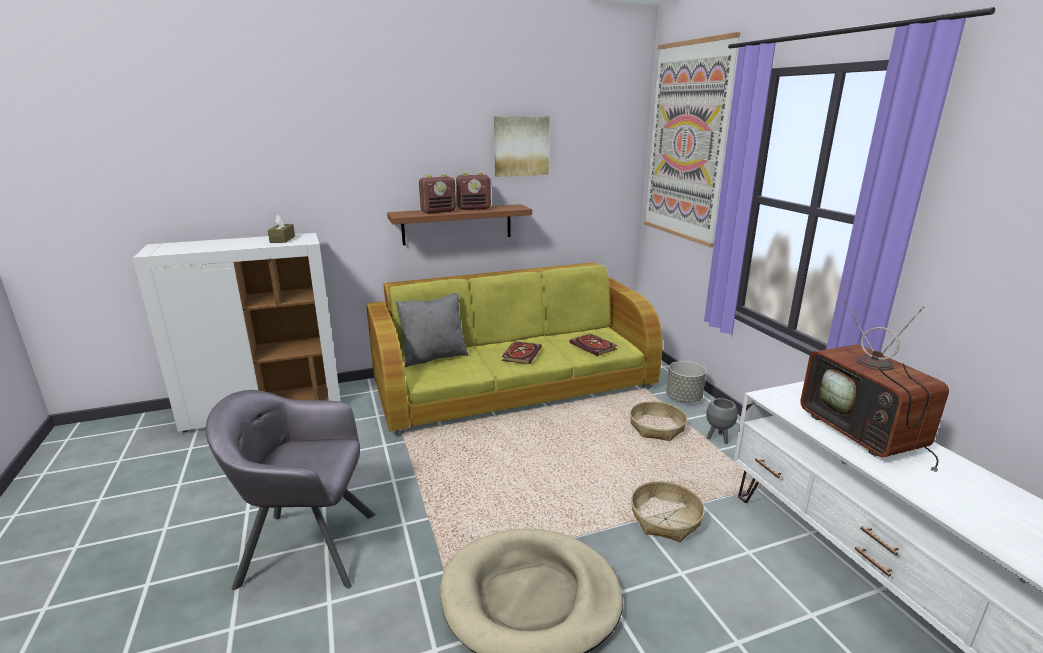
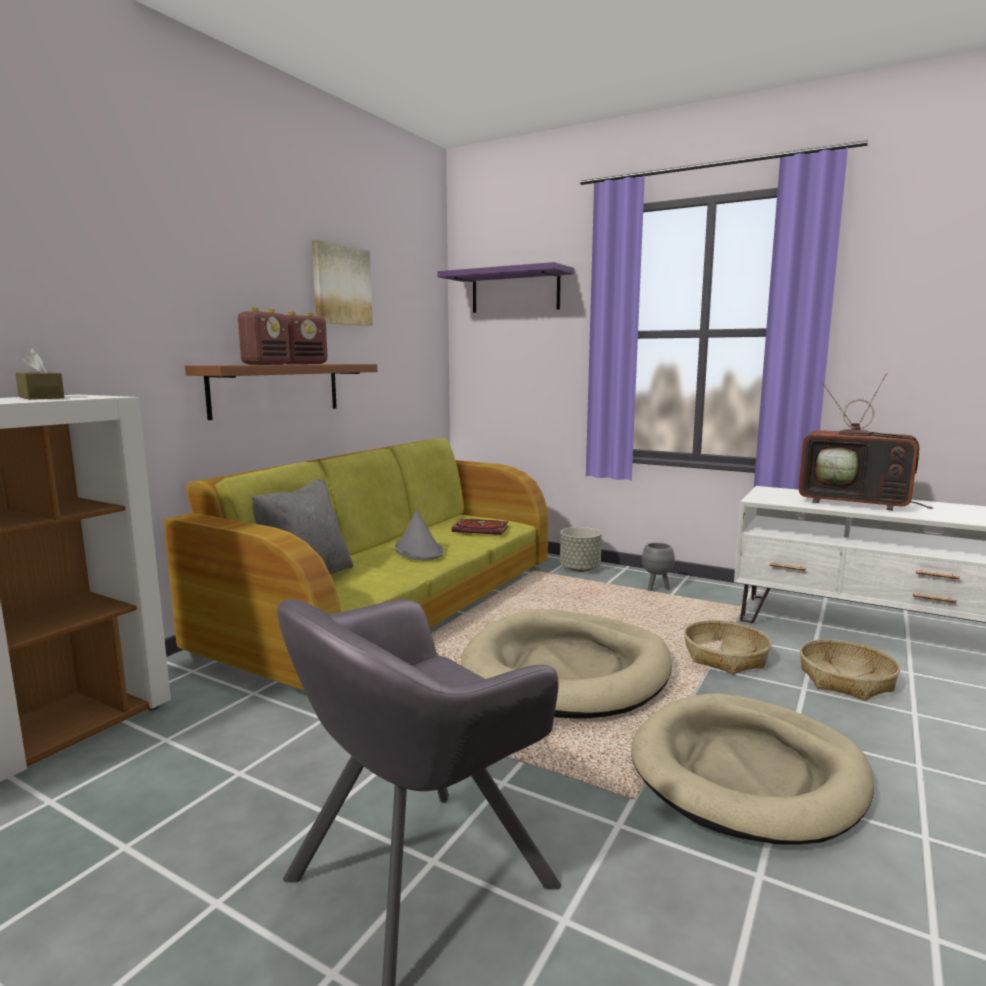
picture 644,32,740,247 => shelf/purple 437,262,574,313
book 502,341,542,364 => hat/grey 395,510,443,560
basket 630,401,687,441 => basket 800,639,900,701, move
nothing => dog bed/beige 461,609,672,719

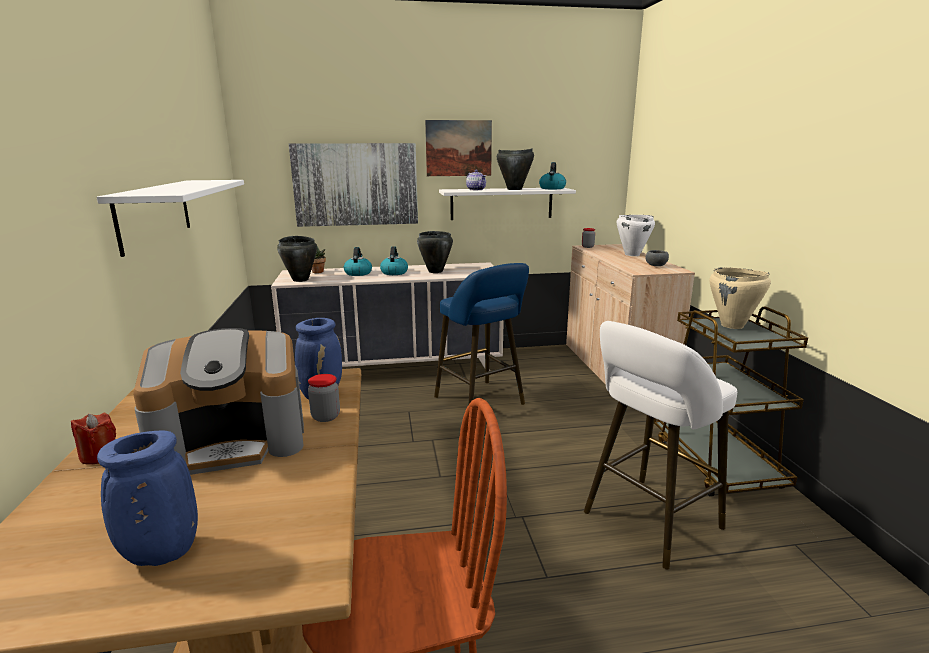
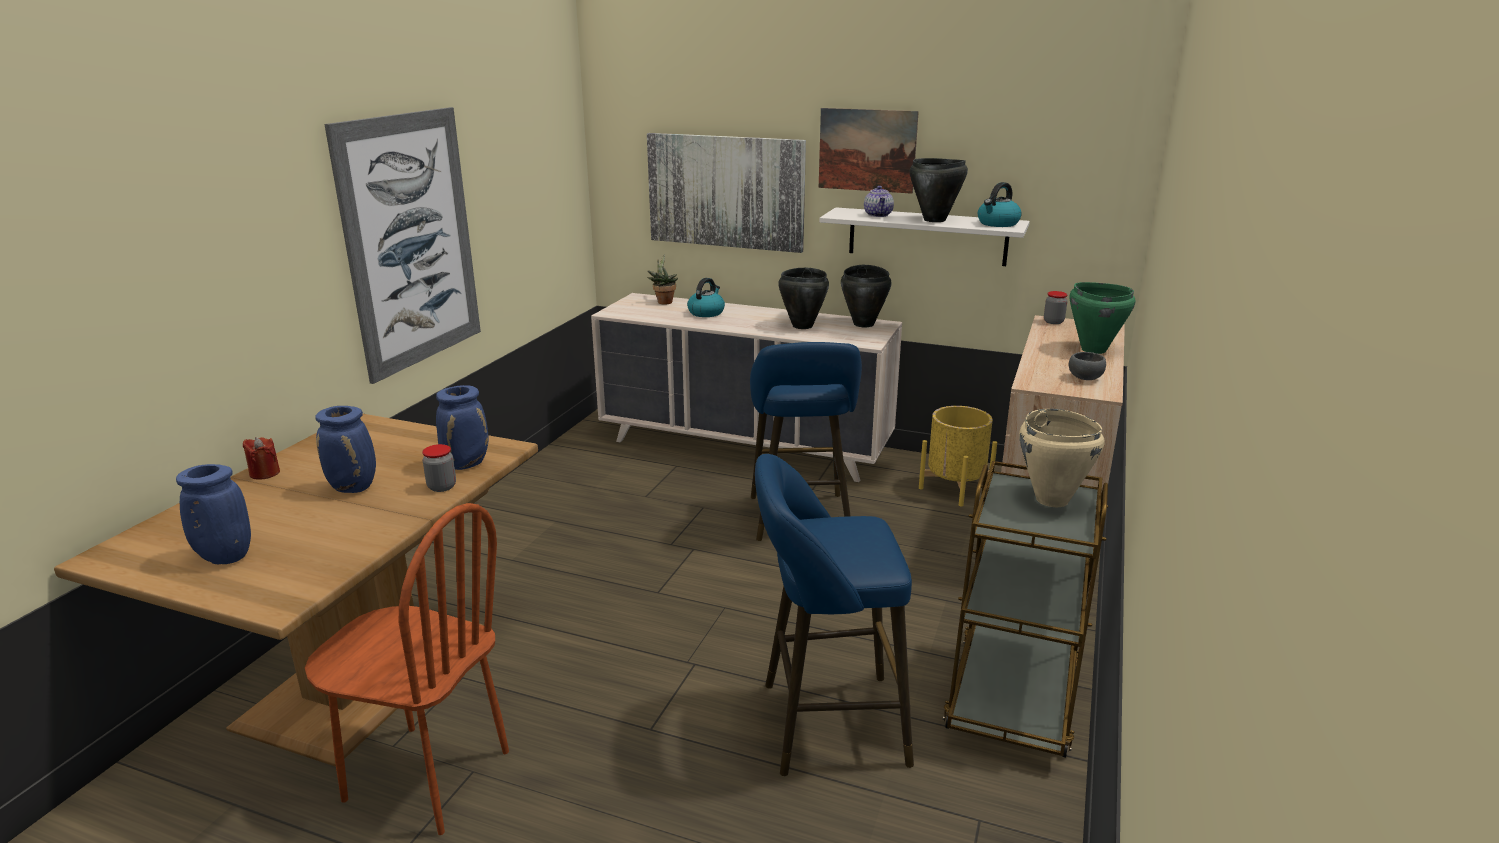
shelf/white 97,180,244,257 => picture 324,107,481,384
cooking pot/white 617,215,655,256 => cooking pot/green 1070,282,1135,354
cooking pot/black 277,236,317,282 => cooking pot/black 841,265,891,327, move
kettle 380,246,408,275 => nothing
stool/white 584,321,737,569 => stool/blue 755,454,914,776
coffee machine 133,328,304,475 => vase/blue 315,406,376,493
nothing => planter/yellow 919,406,997,507

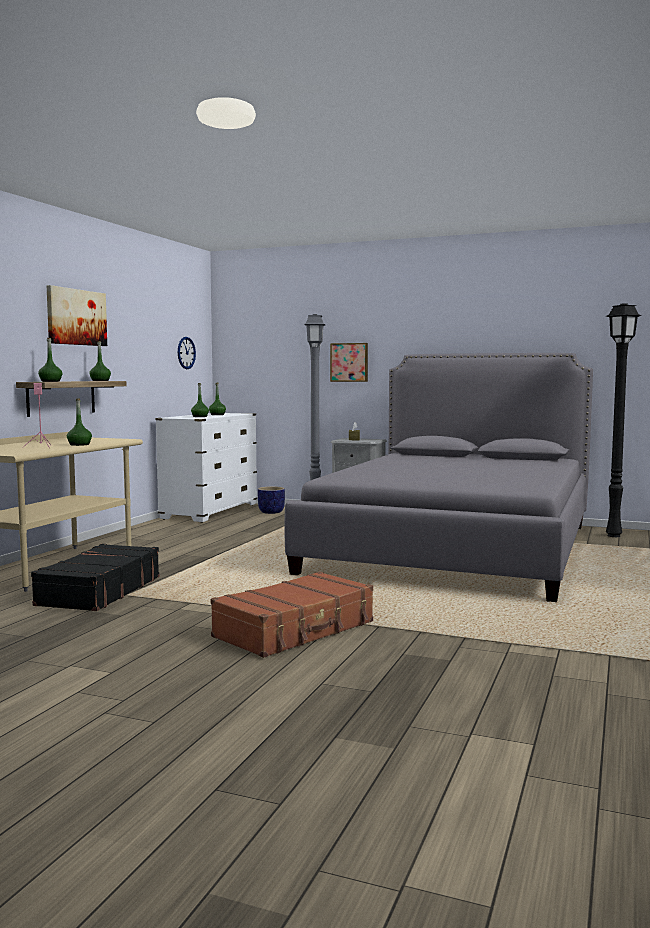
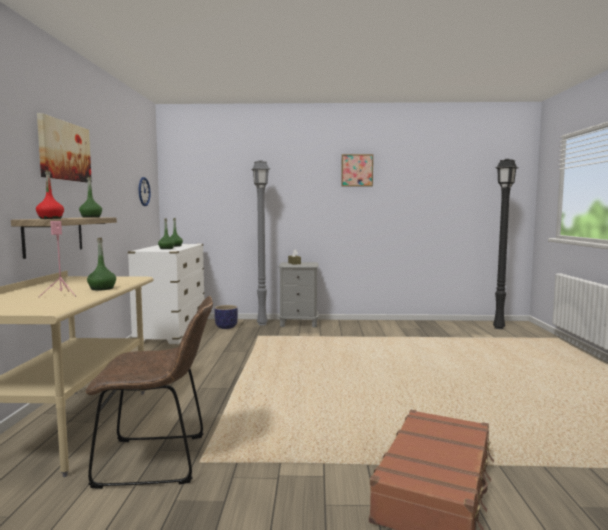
bottle/green 38,338,62,382 => bottle/red 36,170,64,219
picture 330,343,368,382 => picture 341,154,373,186, move
bed/grey 284,353,593,602 => nothing
suitcase/black 31,544,160,611 => chair/brown 86,296,213,489

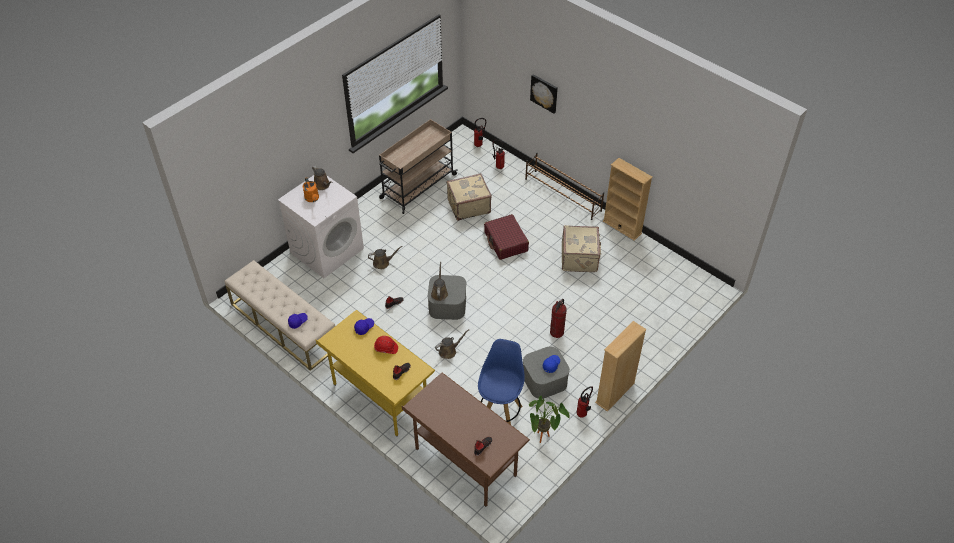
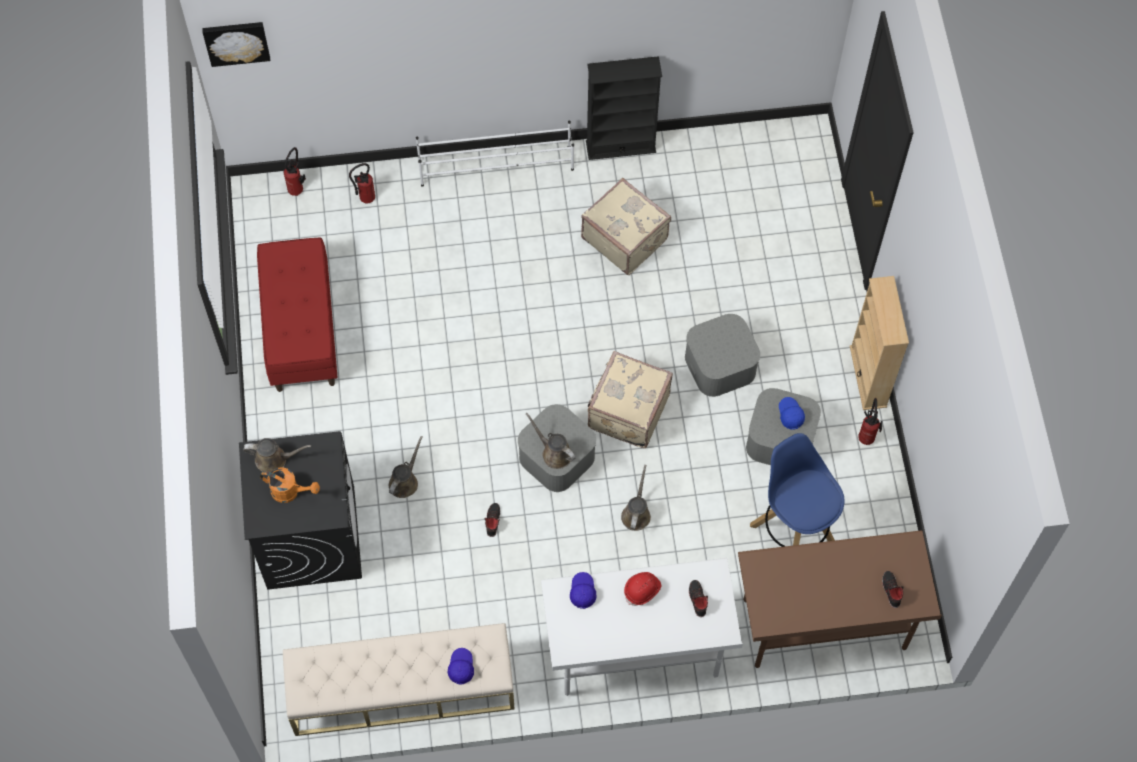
picture 530,74,558,114 => picture 202,22,270,67, move
cart/beige 379,119,458,214 => bench/red 257,238,338,392
shoe rack/brown 525,153,604,220 => shoe rack/white 416,121,574,187
bookcase/beige 603,158,653,241 => bookcase/black 586,56,662,160
suitcase/beige 447,173,492,221 => suitcase/beige 588,351,673,448, move
washing machine/white 278,175,364,278 => washing machine/black 239,431,362,590
suitcase/red 484,214,529,260 => nothing
fire extinguisher 550,299,567,338 => storage box/grey 685,314,760,397
desk/yellow 316,310,435,437 => desk/white 541,558,743,696
potted plant 529,396,570,443 => nothing

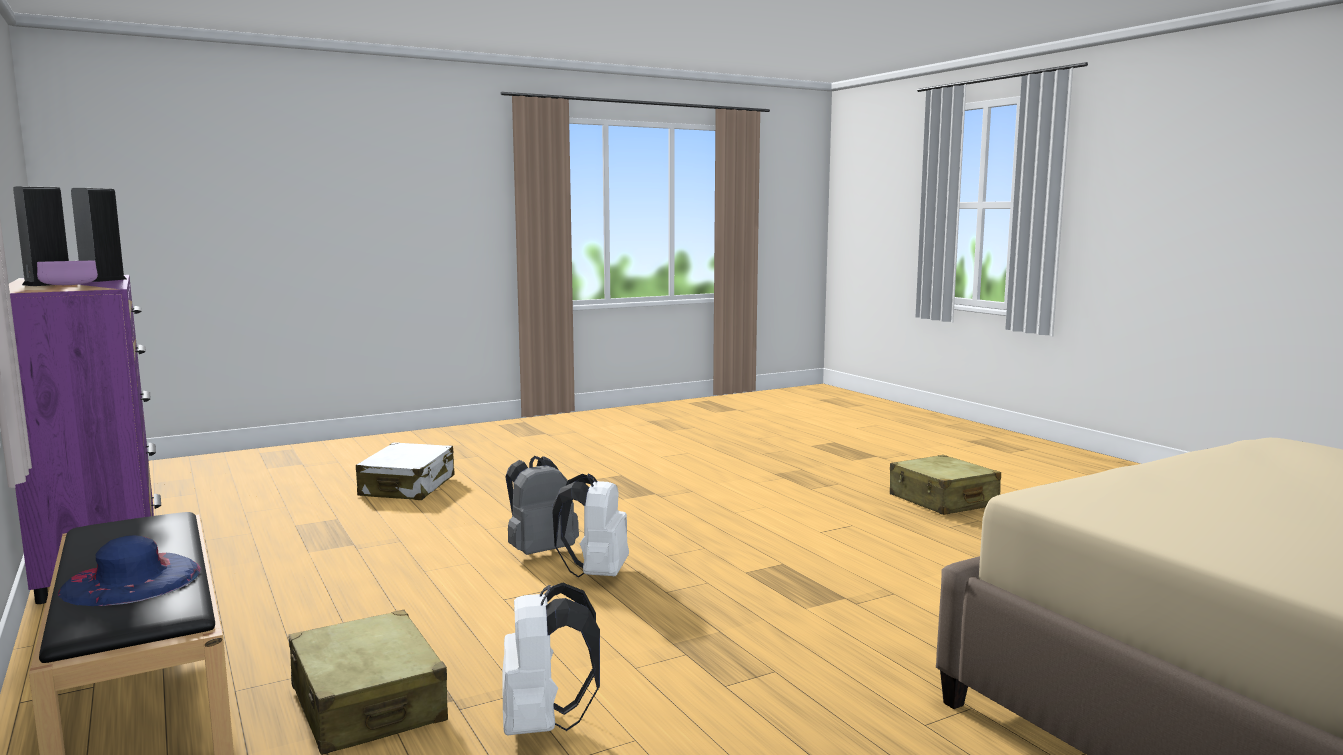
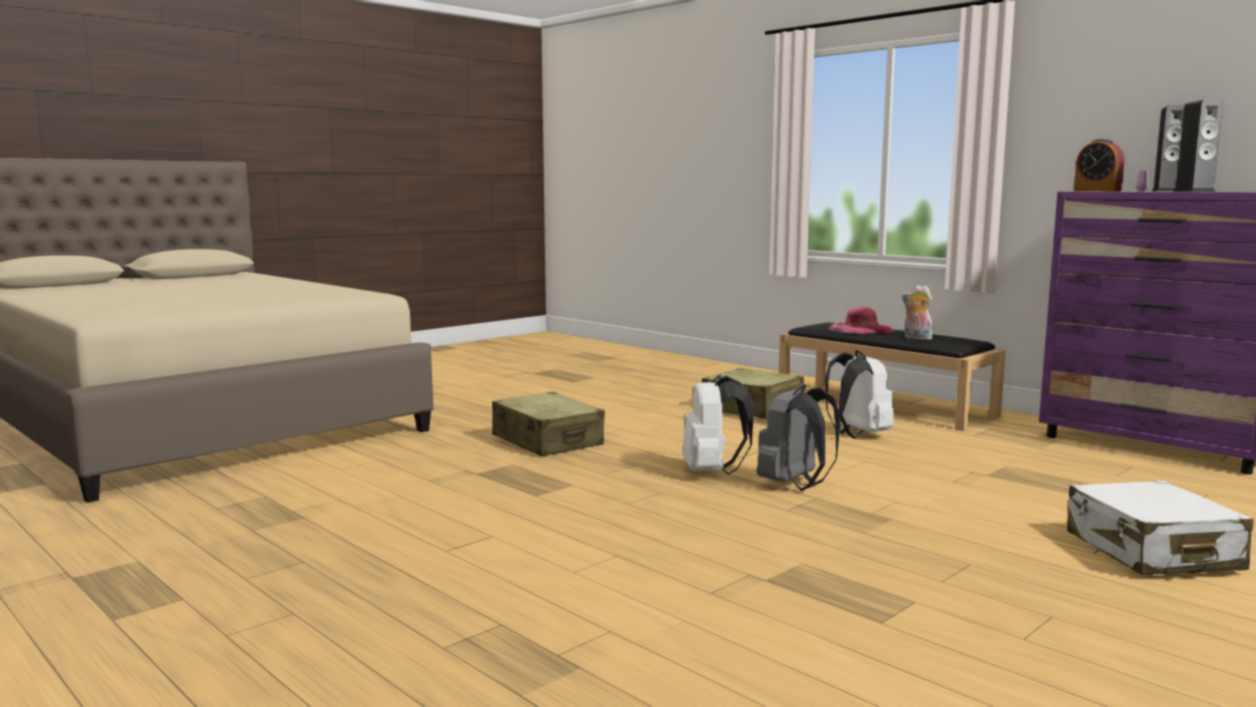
suitcase/beige 890,455,1001,515 => suitcase/beige 492,392,605,456, move
hat/blue 58,535,201,606 => hat/pink 829,307,895,335
backpack/white 502,583,600,735 => backpack/white 825,350,894,439, move
nothing => alarm clock 1074,139,1125,191
nothing => plush toy 902,285,933,340

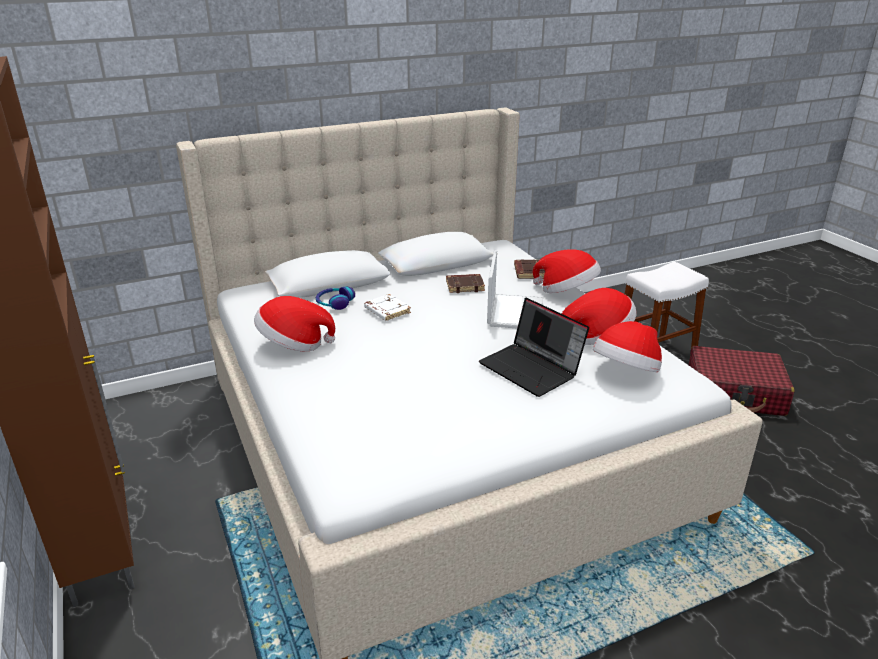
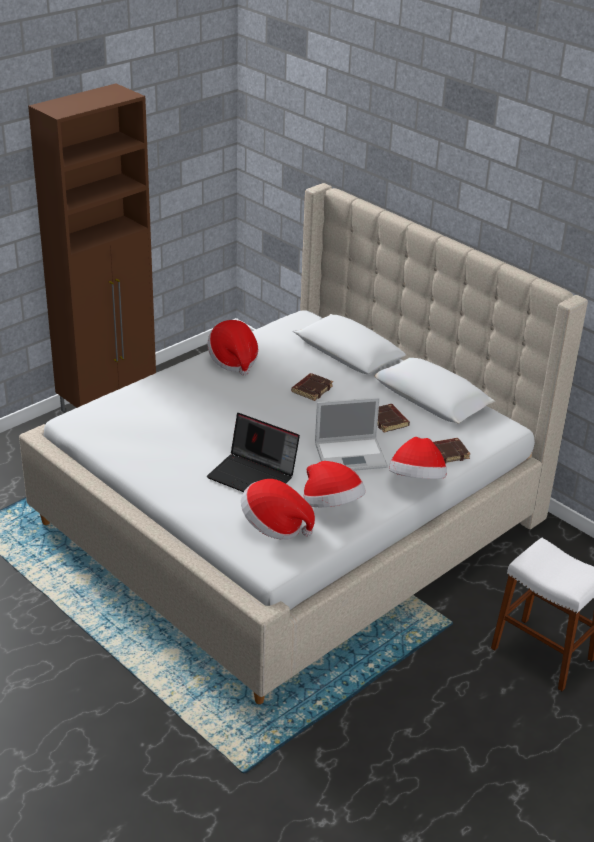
headphones 316,286,355,310 => nothing
book/white 364,294,411,321 => book/brown 291,373,333,401
laptop 479,298,589,397 => laptop 207,413,300,492, 90 degrees counterclockwise
suitcase/red 689,346,795,416 => nothing

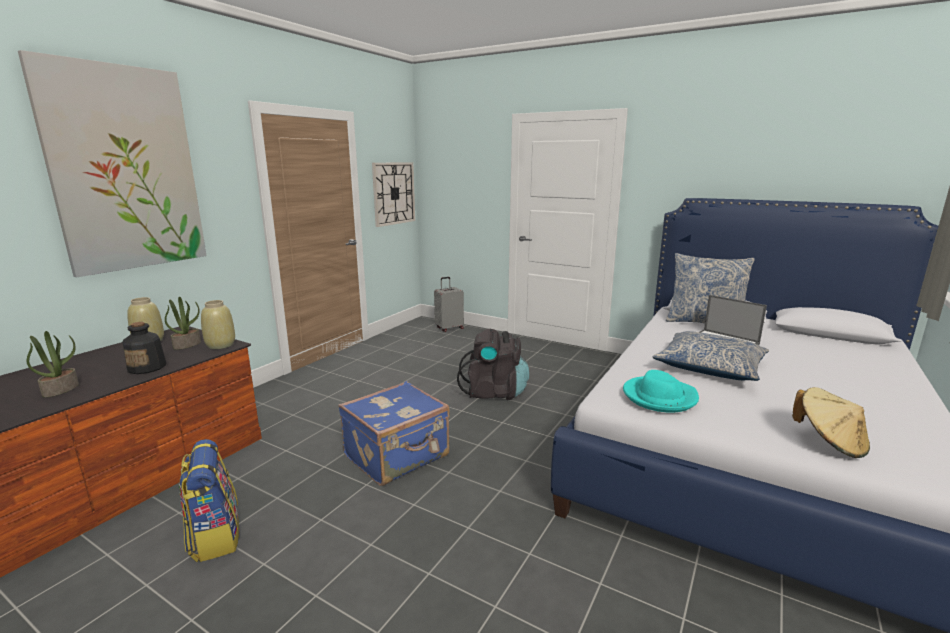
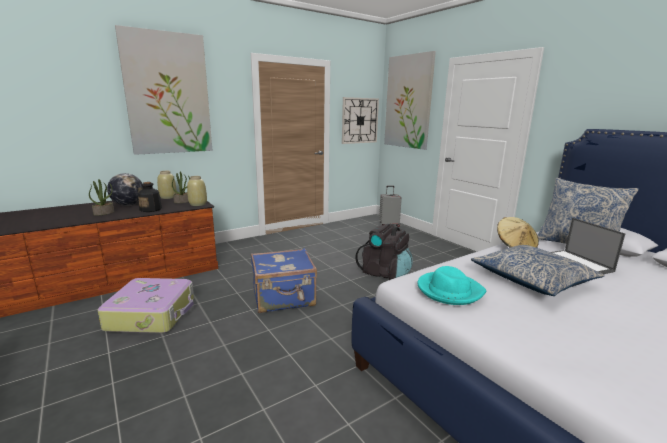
hat/beige 792,387,870,458 => hat/beige 497,217,539,248, move
backpack 179,439,239,562 => suitcase 98,278,194,333
nothing => picture 384,51,436,150
nothing => globe 107,173,143,206

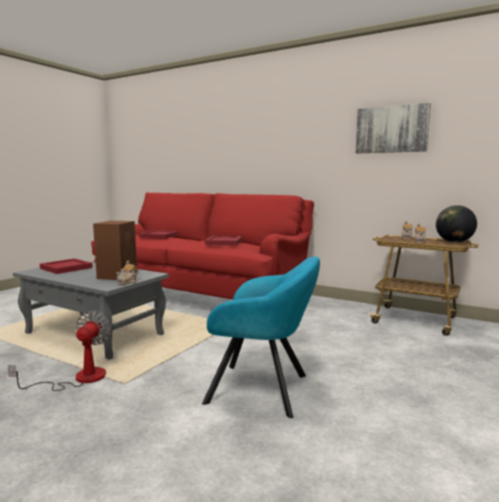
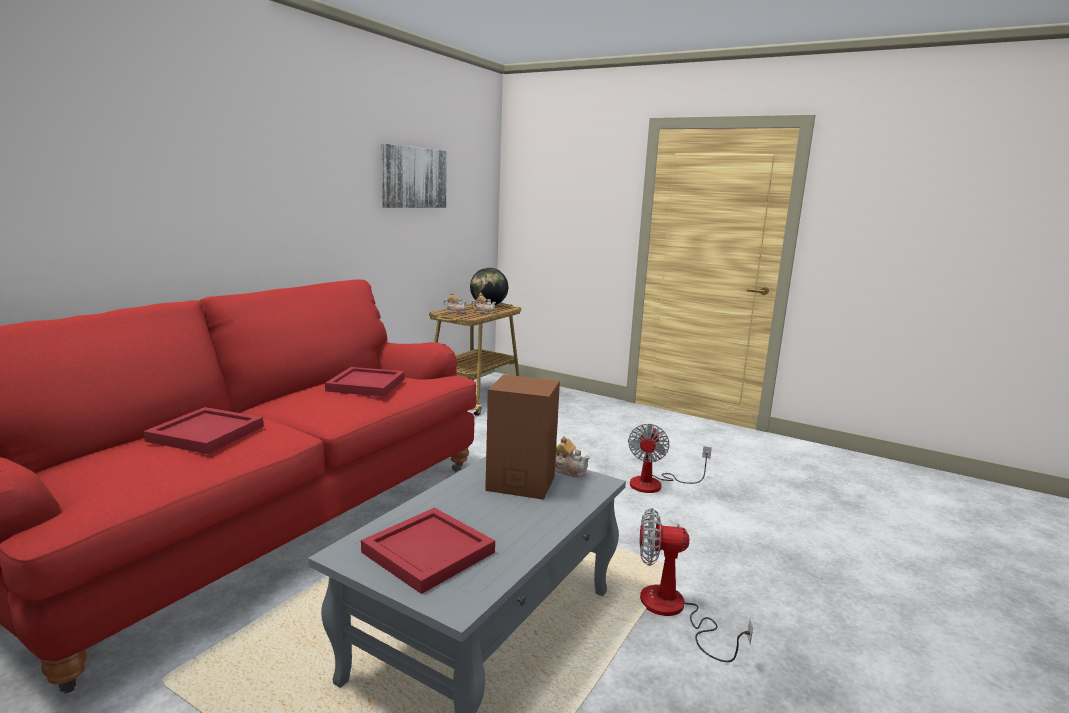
armchair/turquoise 202,257,320,418 => fan 628,424,712,493

